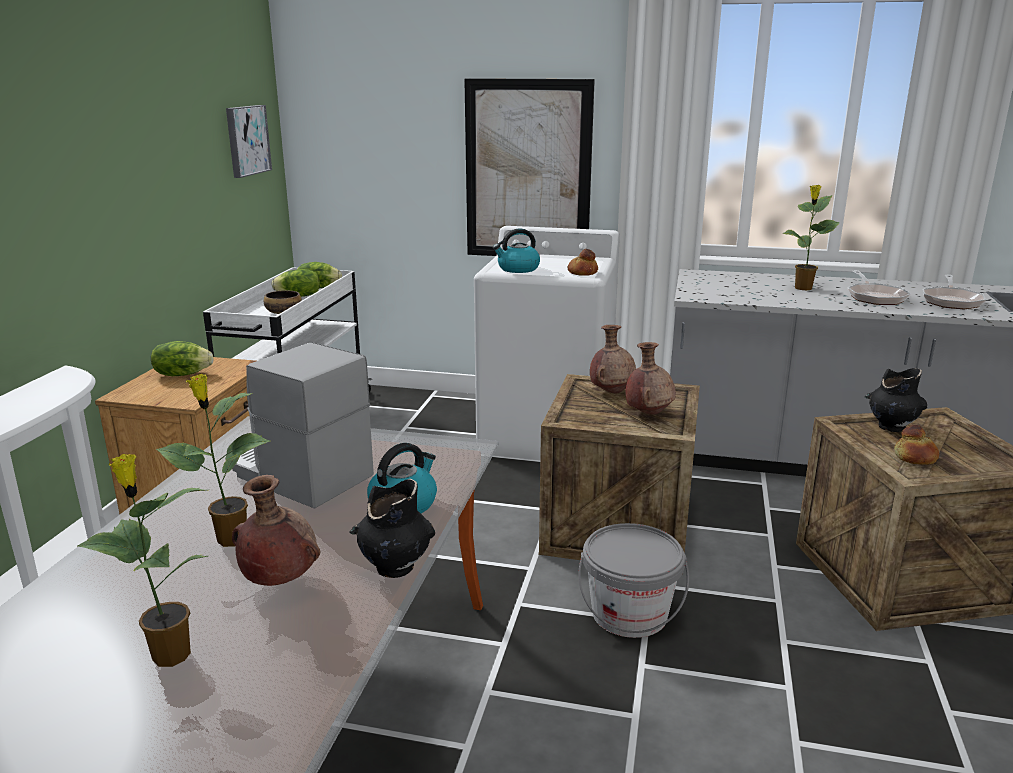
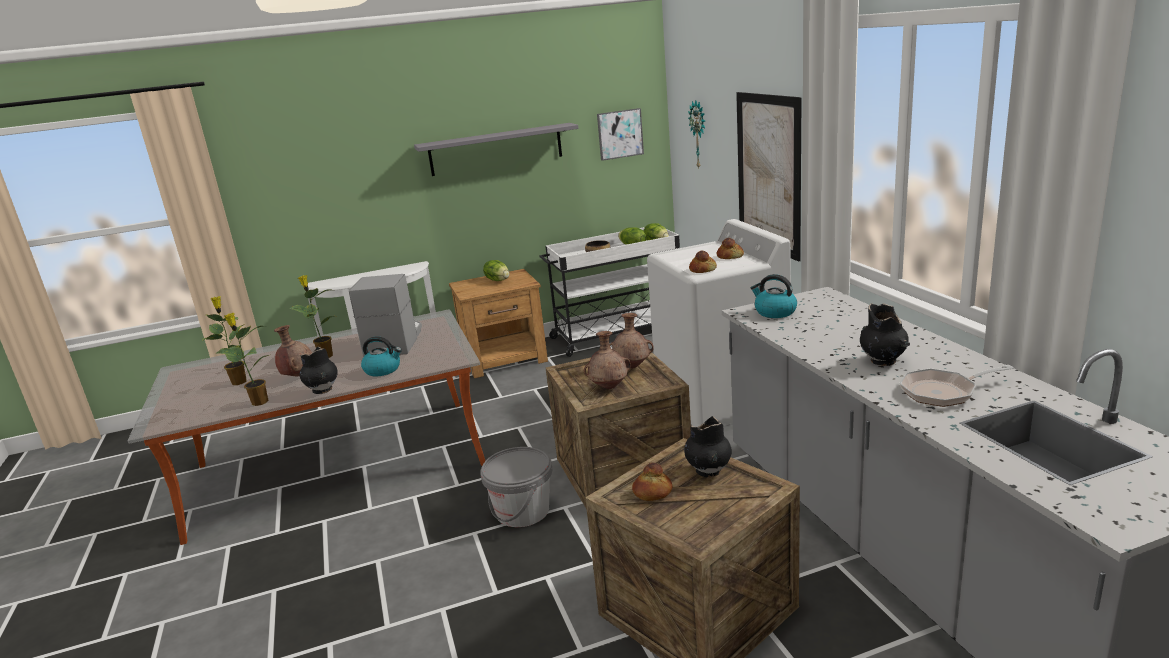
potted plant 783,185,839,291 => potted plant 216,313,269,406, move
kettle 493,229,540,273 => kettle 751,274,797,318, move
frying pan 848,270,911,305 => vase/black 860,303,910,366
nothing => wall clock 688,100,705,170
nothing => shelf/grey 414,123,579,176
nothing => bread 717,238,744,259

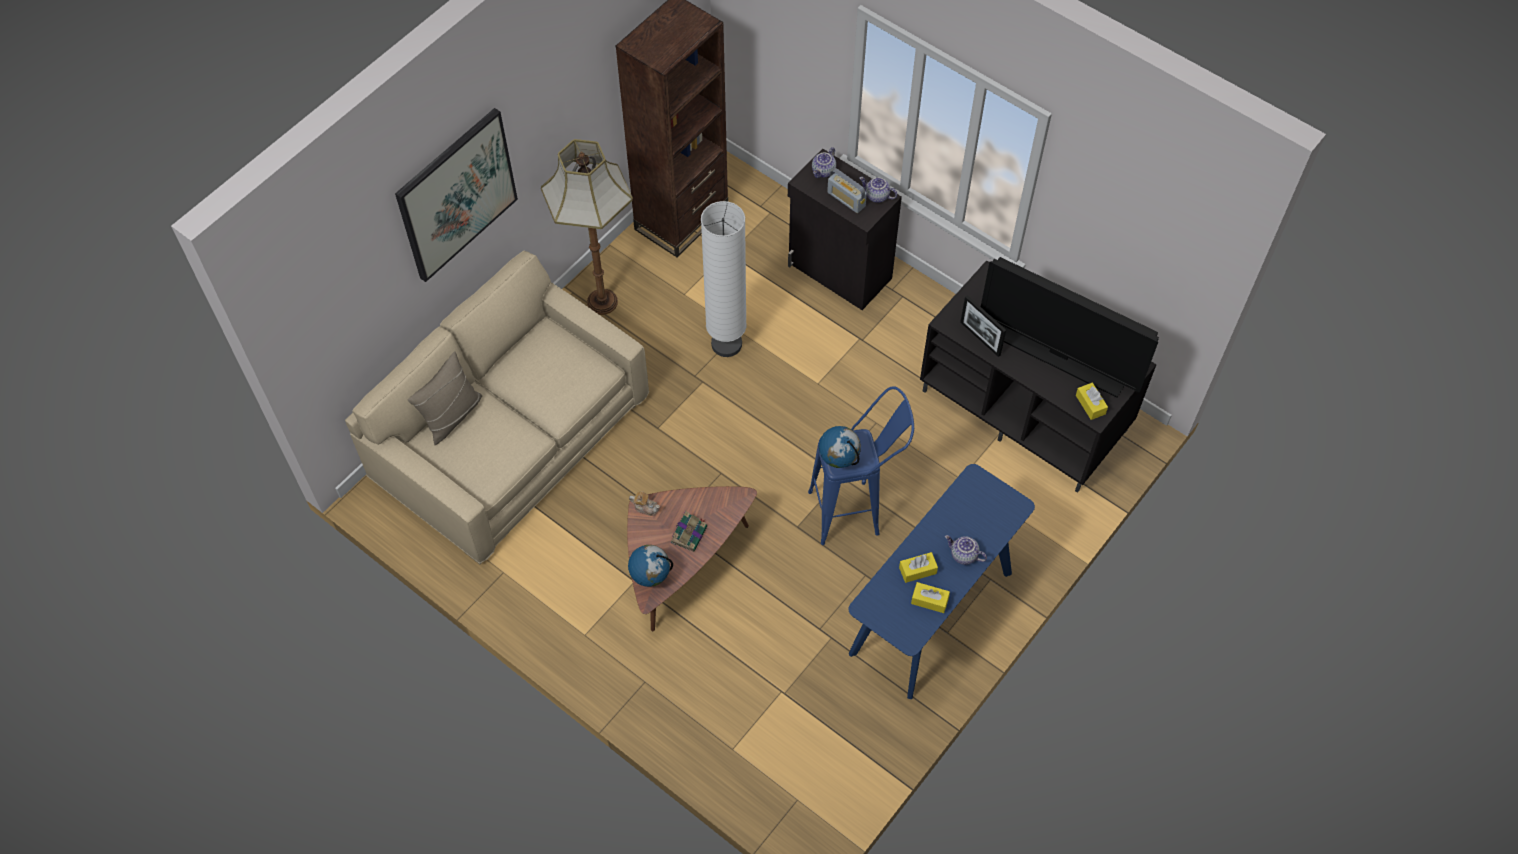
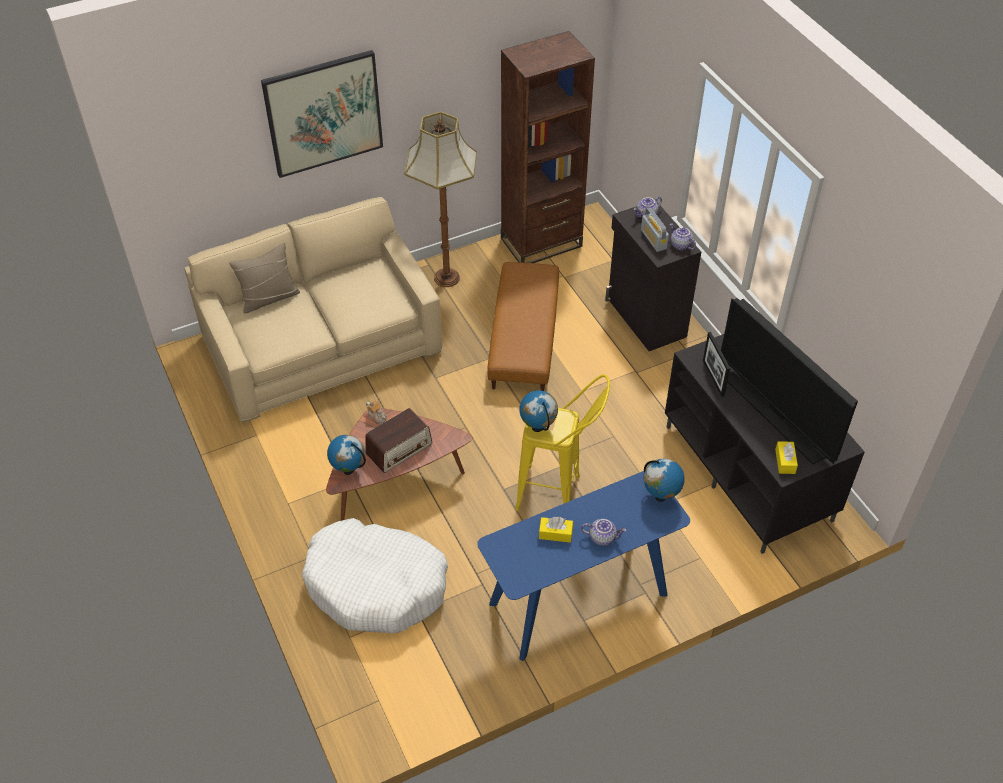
floor lamp/white 701,201,747,357 => ottoman/brown 487,262,559,391
stool/blue 808,386,914,545 => stool/yellow 515,374,610,511
book 671,511,707,552 => radio 365,408,432,473
teapot 945,535,987,565 => teapot 581,519,626,546, 135 degrees clockwise
tissue box/yellow 911,582,950,613 => nothing
nothing => globe 644,459,685,502
nothing => dog bed/white 302,518,448,633

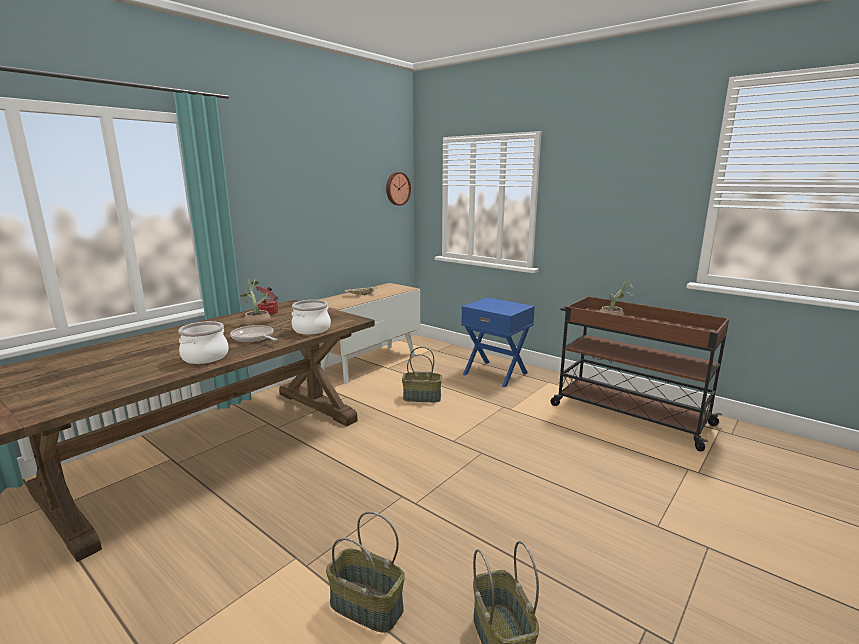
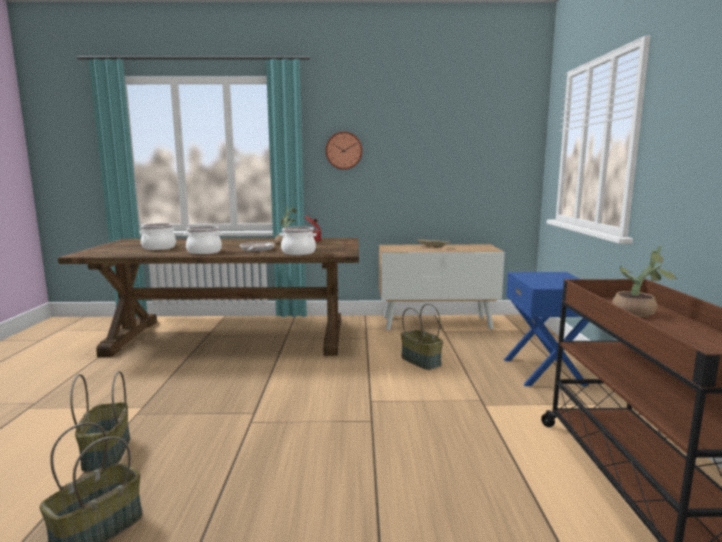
wall clock 386,172,411,206 => wall clock 326,132,362,170, move
nothing => cooking pot 140,223,176,250

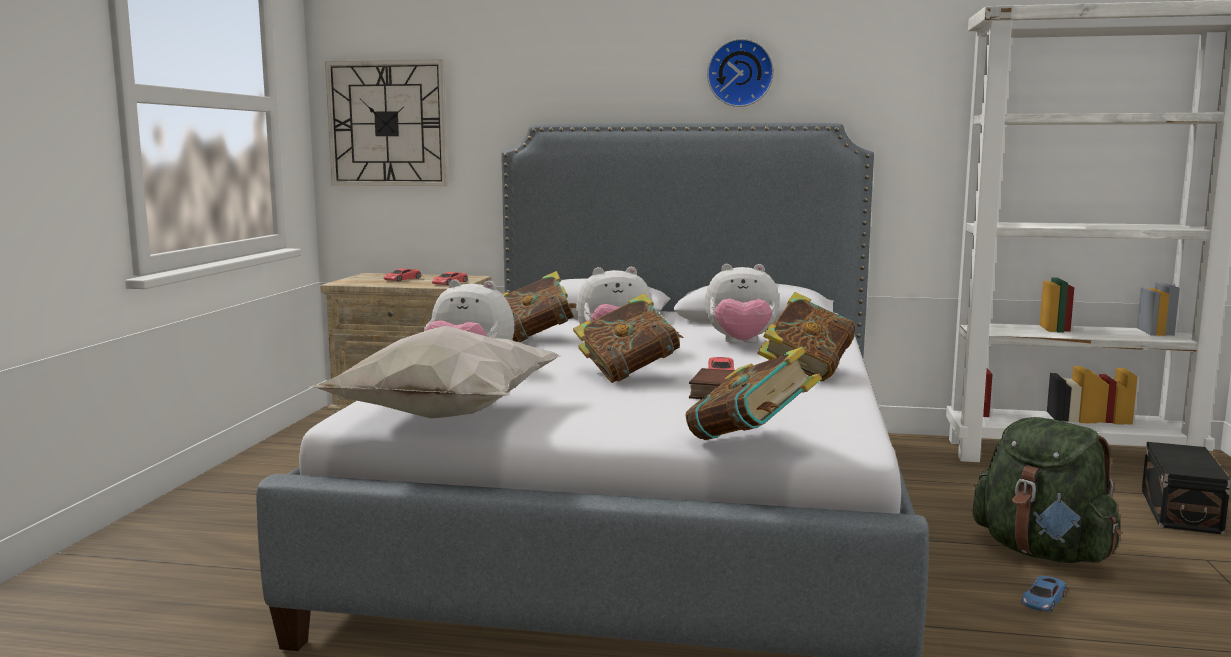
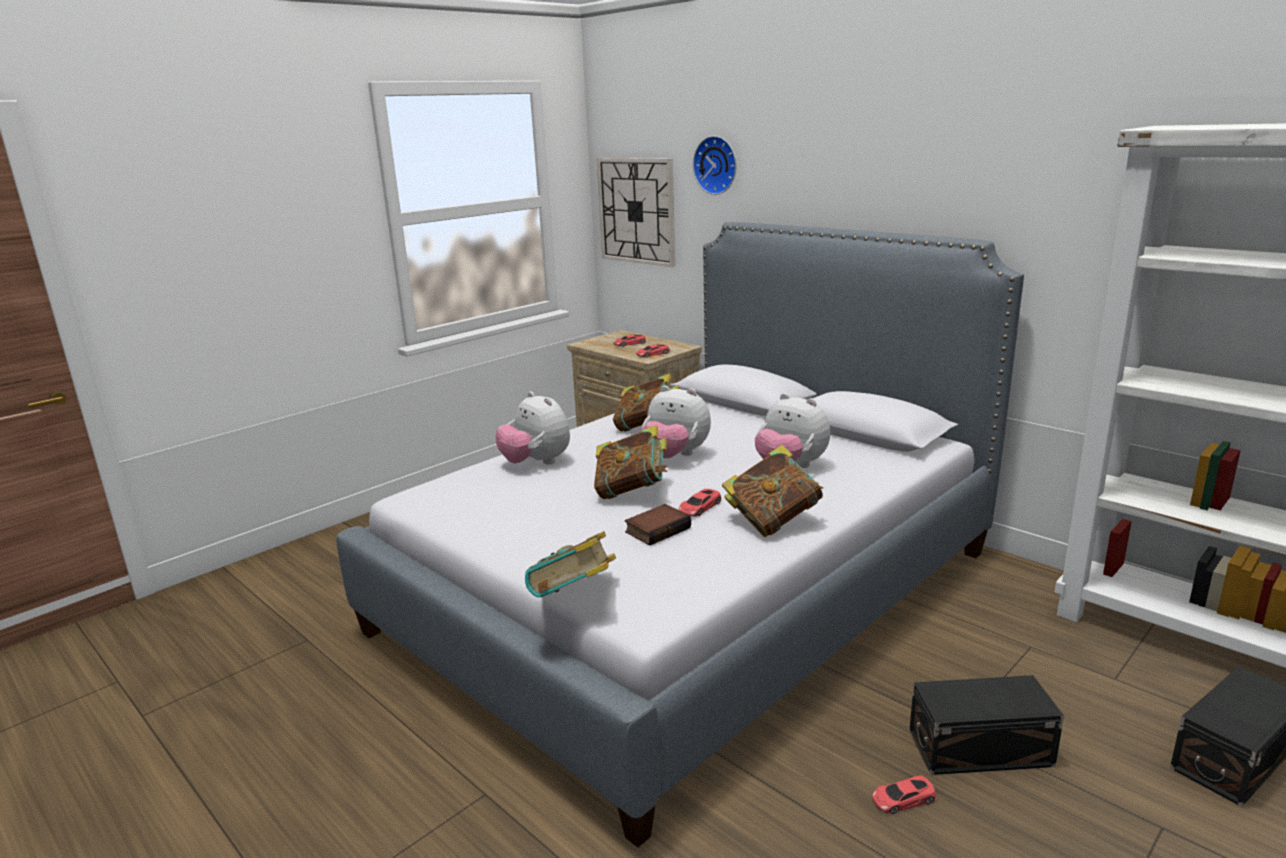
wall clock 707,39,774,107 => wall clock 693,136,736,195, move
pillow/white 310,326,561,418 => nothing
backpack/green 973,417,1121,563 => storage box/black 909,675,1064,775
toy car/blue 1022,576,1067,612 => toy car/red 872,775,936,814

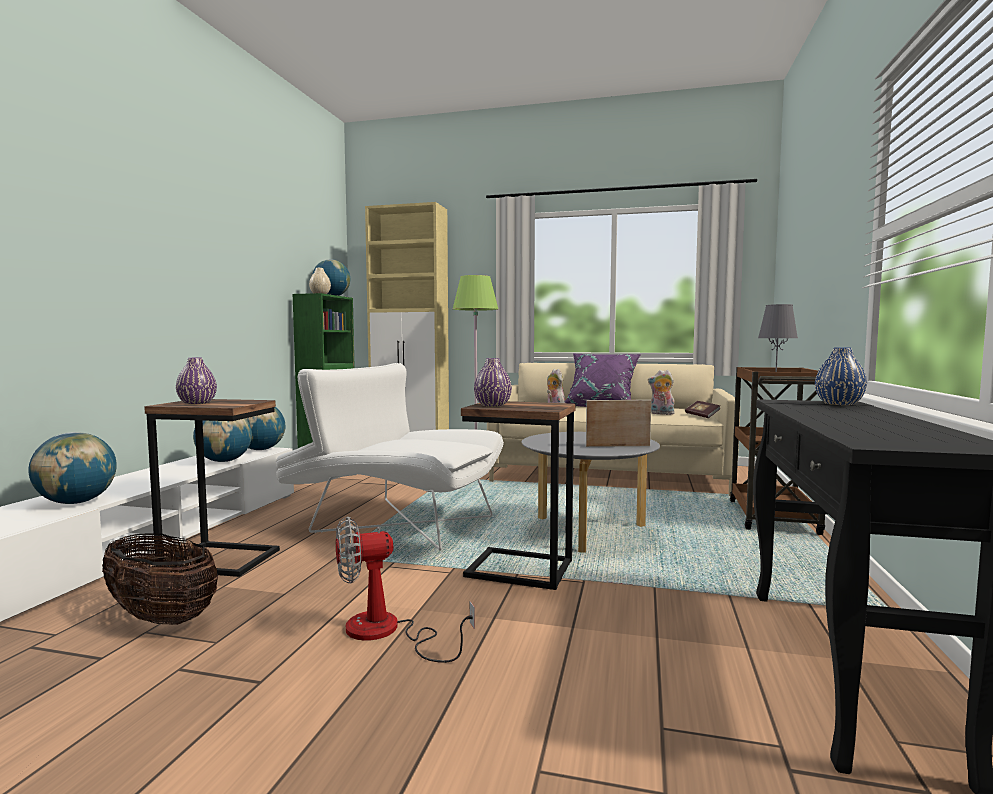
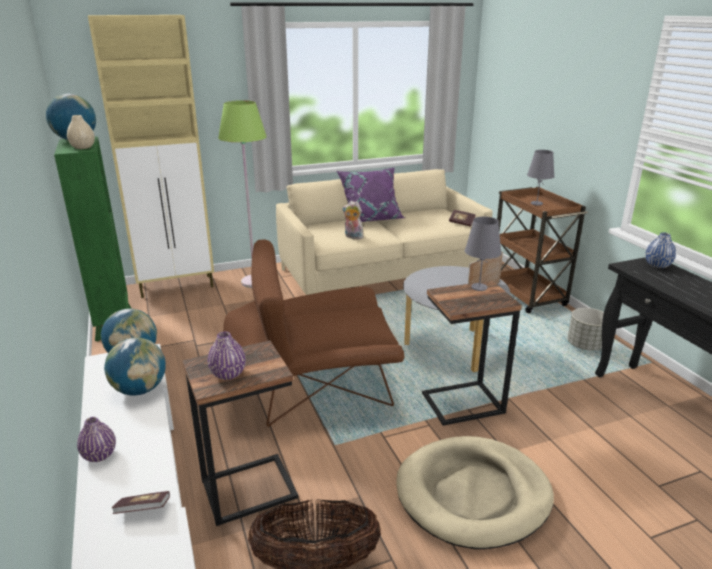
vase/purple 474,358,512,407 => vase/purple 77,417,116,462, move
armchair/white 276,363,504,550 => armchair/brown 223,239,405,427
plush toy 648,370,675,415 => nothing
globe 28,432,117,504 => book 112,491,170,514
fan 336,517,475,663 => dog bed/beige 396,436,554,549
nothing => table lamp/grey 465,217,502,291
nothing => planter/grey 567,308,604,351

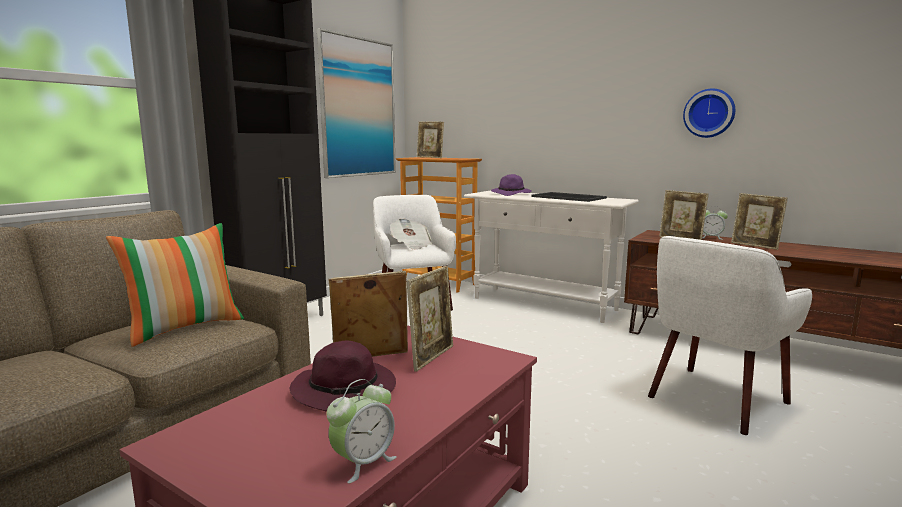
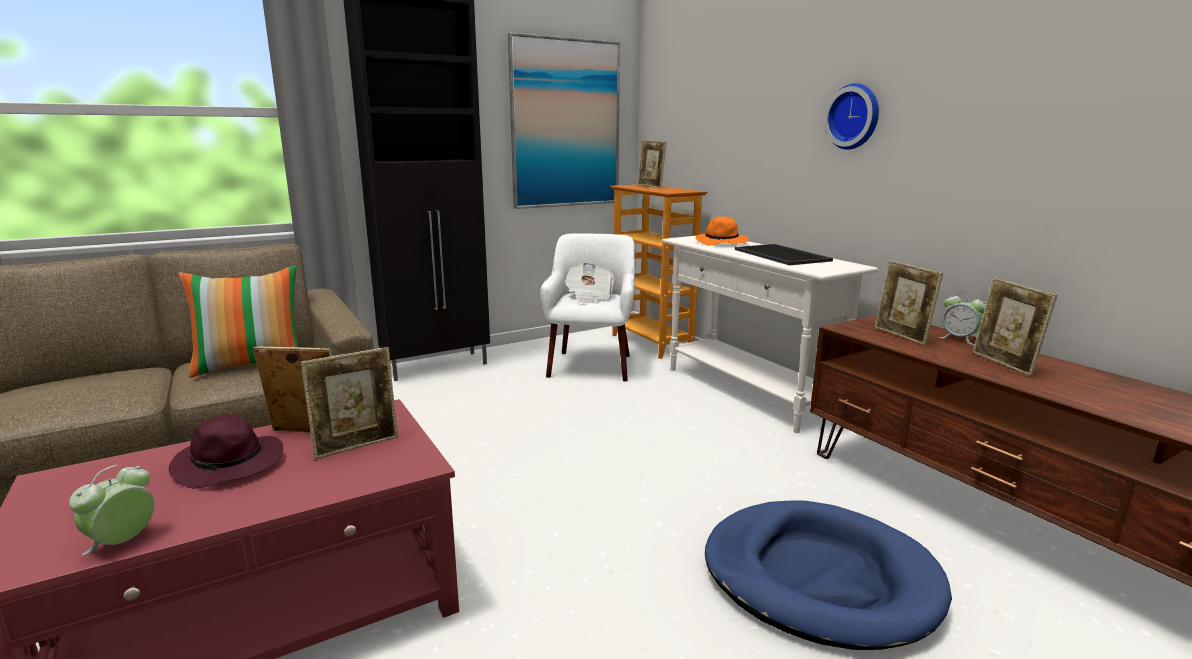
wall clock 683,89,735,138 => wall clock 824,83,879,150, move
hat/purple 491,174,532,196 => hat/orange 696,217,749,246
armchair/white 648,236,812,435 => dog bed/blue 705,500,952,650
alarm clock 326,379,396,484 => alarm clock 69,465,155,556, 135 degrees clockwise

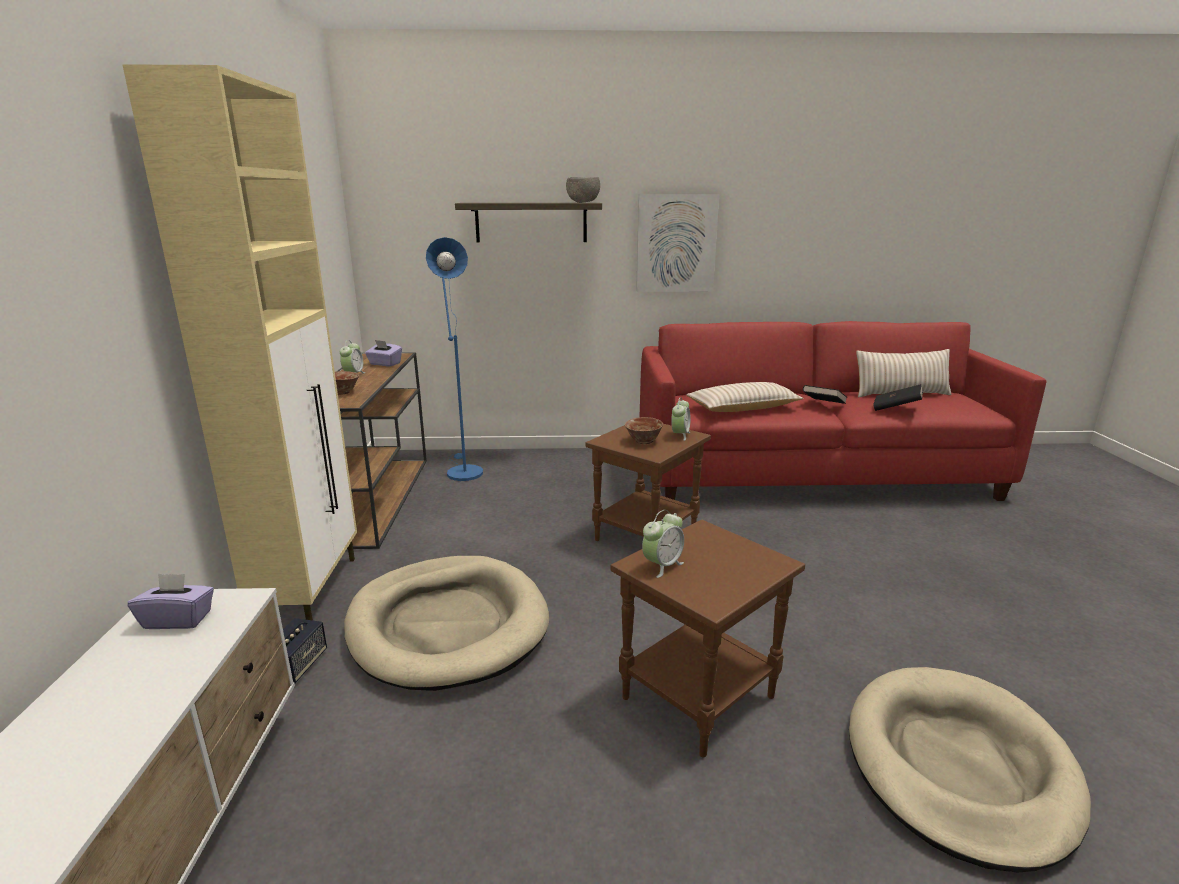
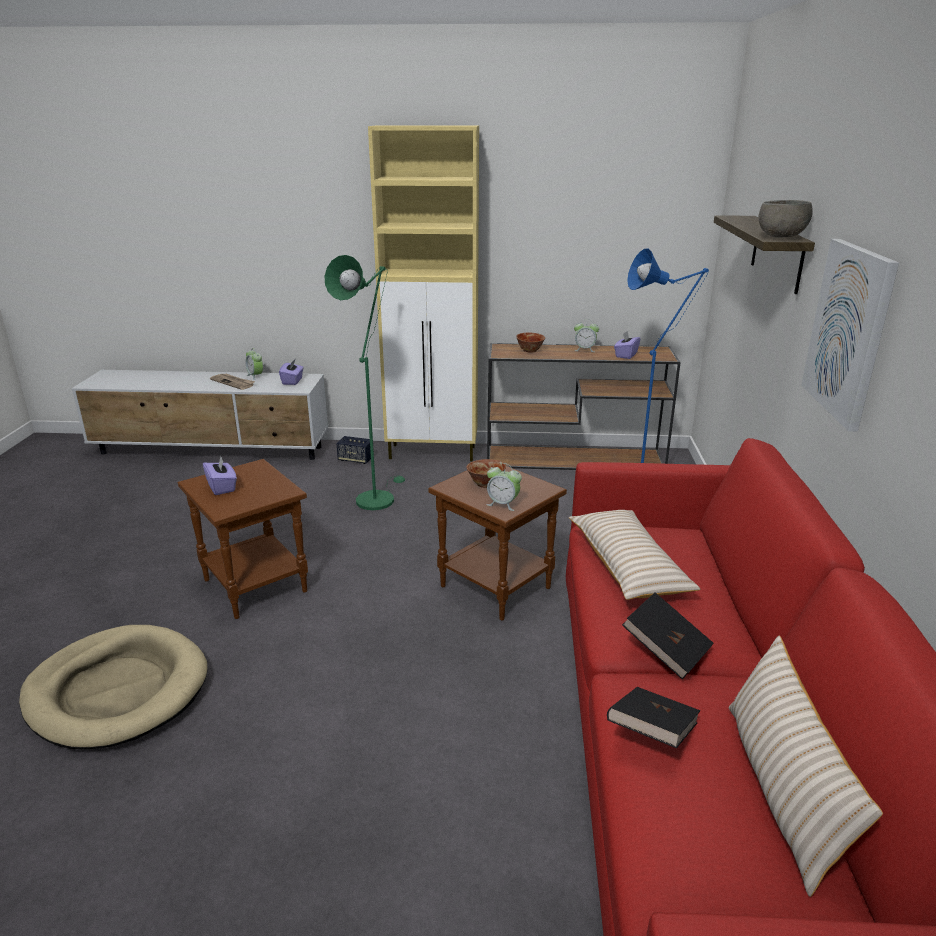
alarm clock 642,510,684,578 => alarm clock 246,348,263,380, move
dog bed/beige 344,556,549,691 => floor lamp/green 325,255,405,510
nothing => newspaper 210,373,255,390
nothing => tissue box/purple 203,456,237,495

